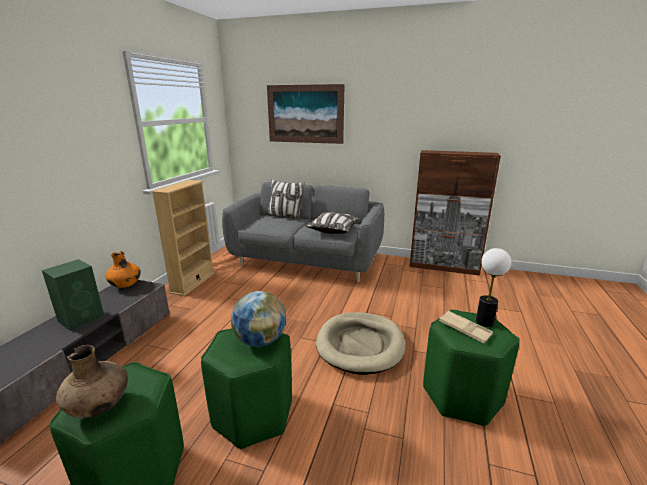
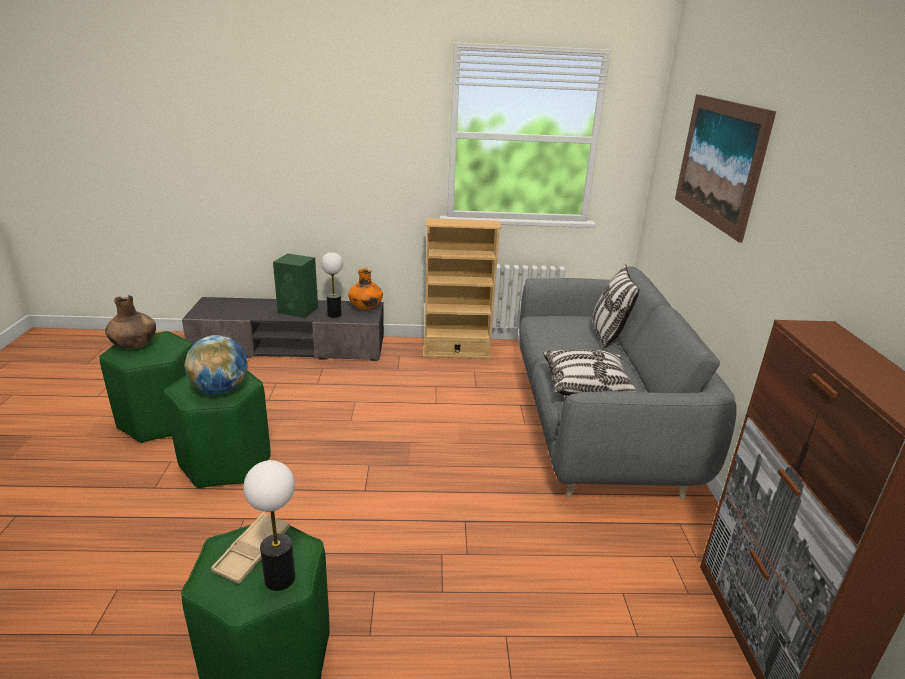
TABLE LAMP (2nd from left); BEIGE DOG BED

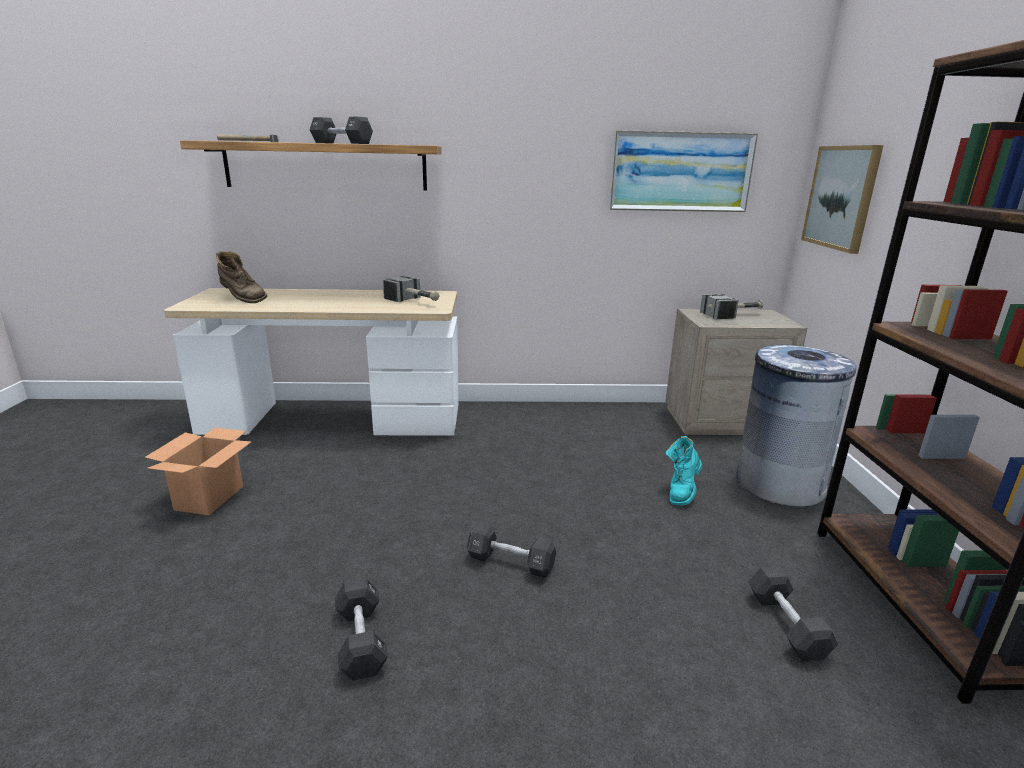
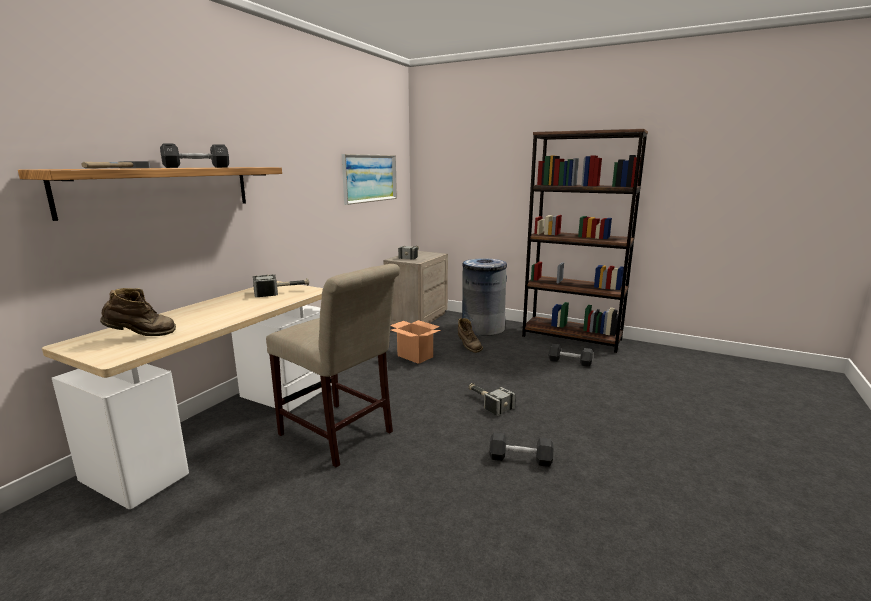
BEIGE CHAIR; CARDBOARD BOX; BROWN BOOT (2nd from left); HAMMER (4th from left); PICTURE (2nd from left in the first image)

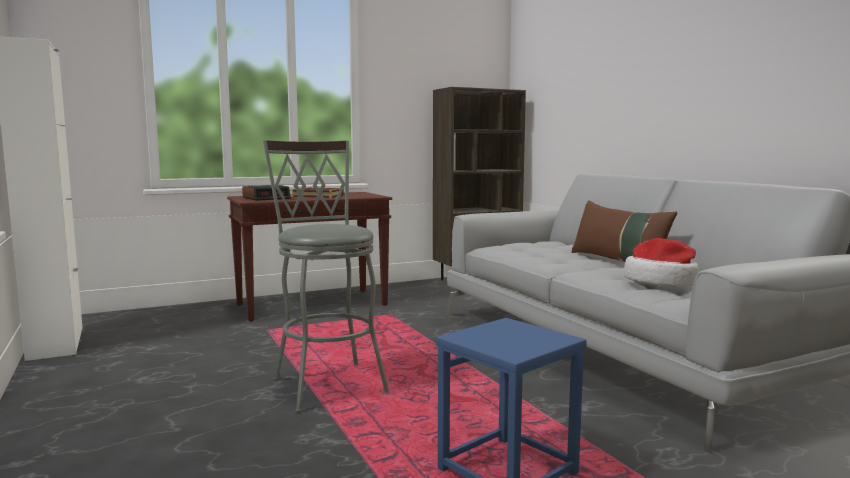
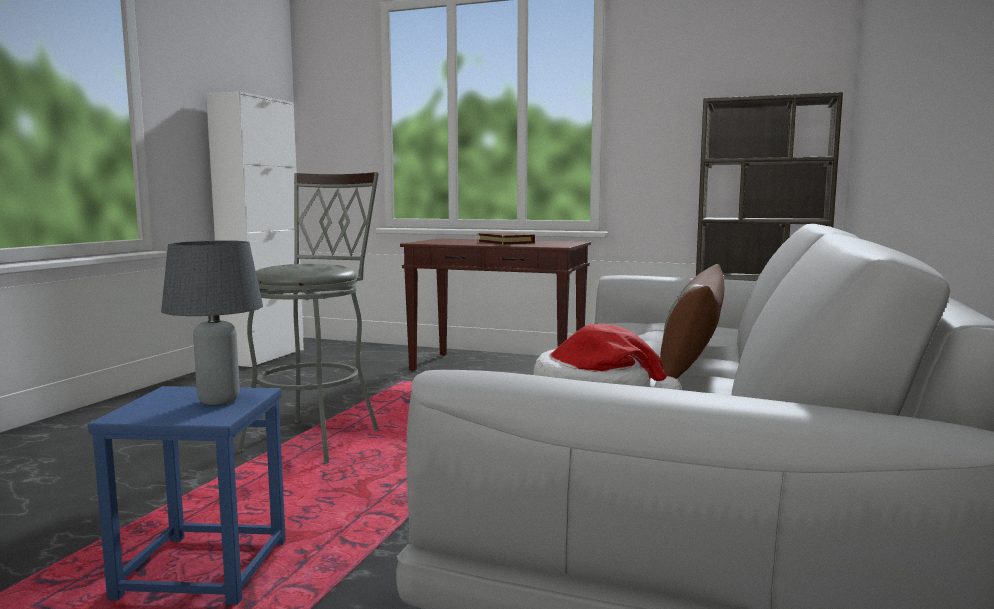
GREY TABLE LAMP; ALARM CLOCK

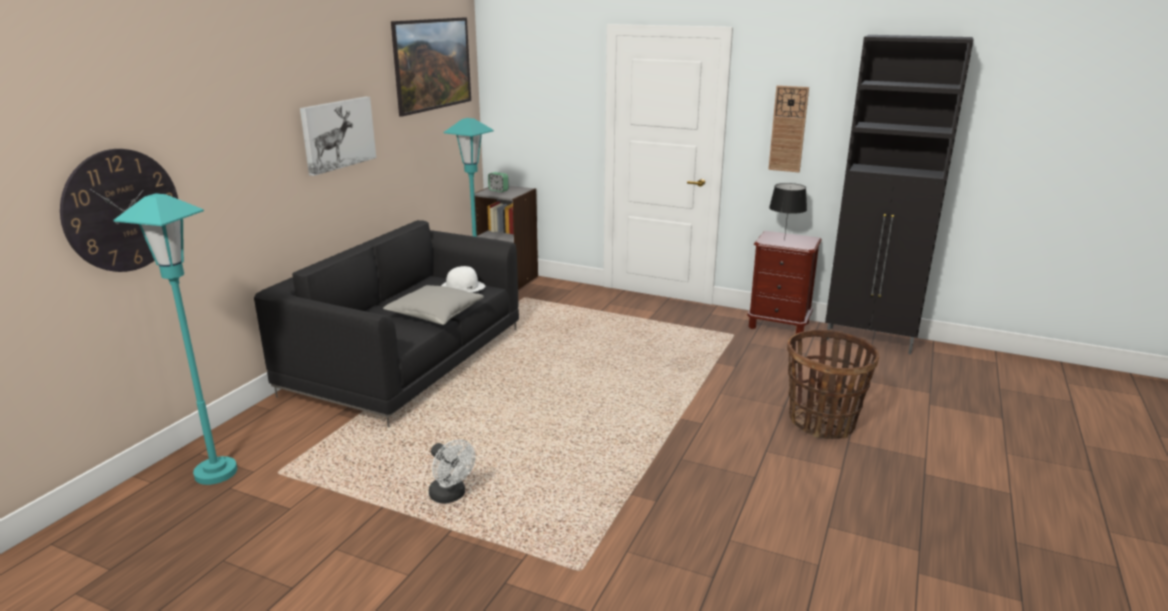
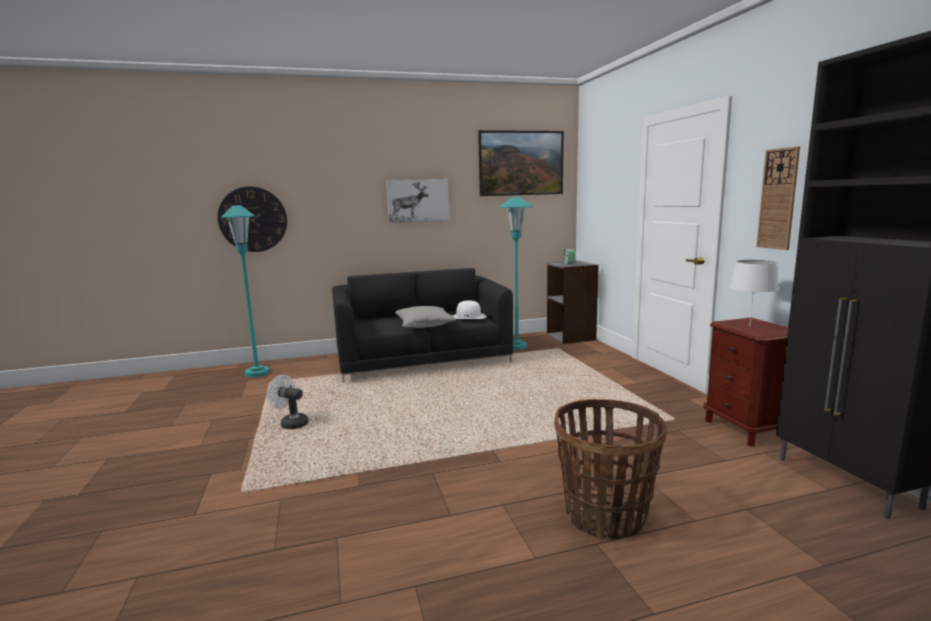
WHITE FAN; WHITE TABLE LAMP

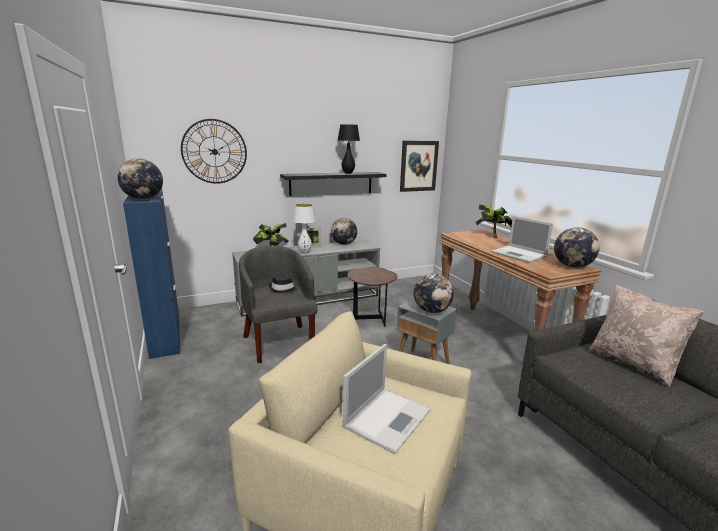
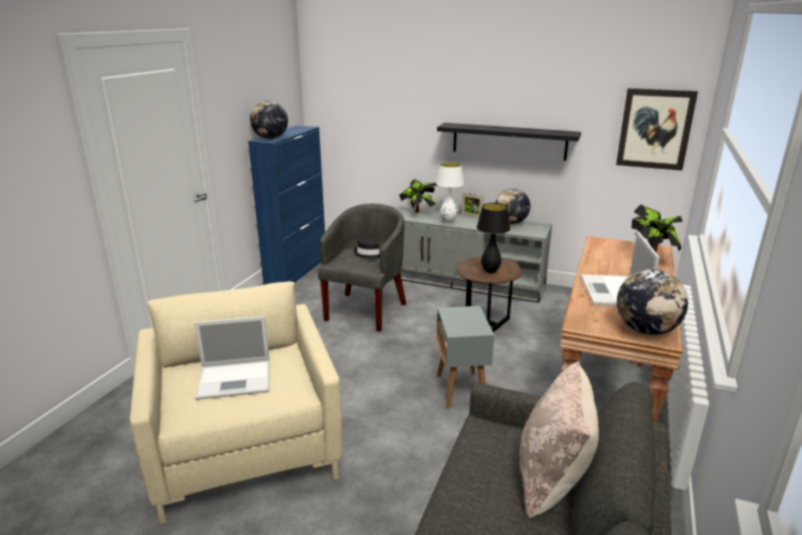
BLACK TABLE LAMP; WALL CLOCK; GLOBE (3rd from left in the first image)

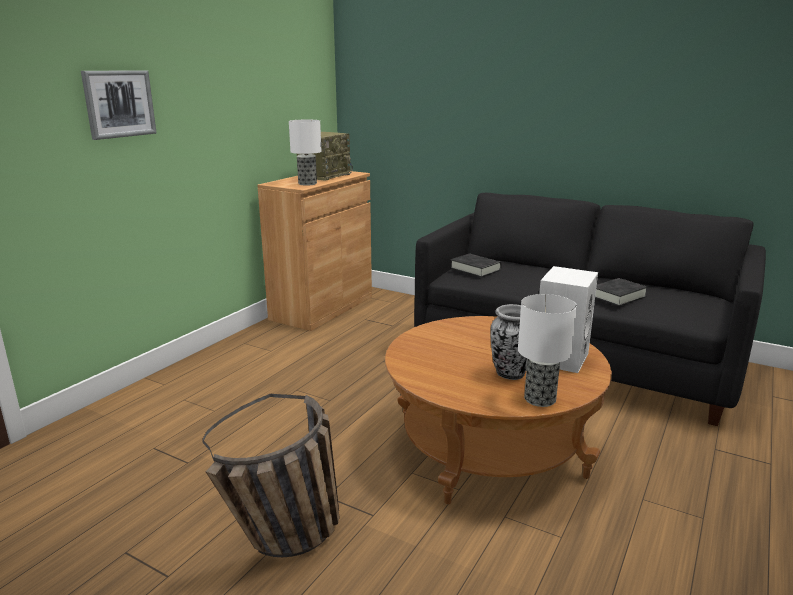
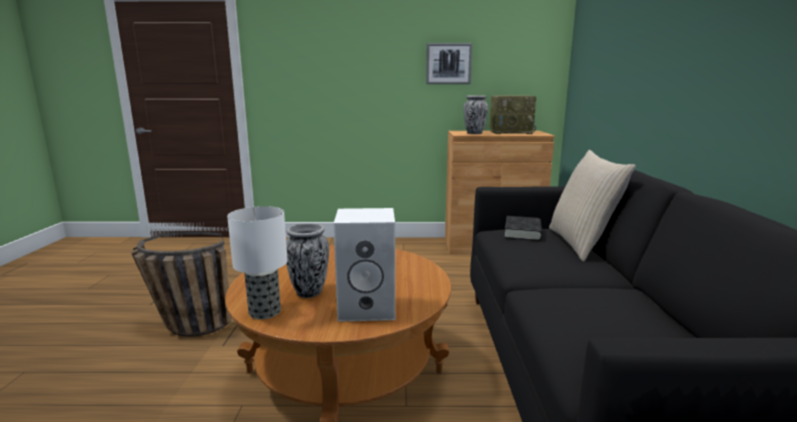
PICTURE; VASE (2nd from left); BEIGE PILLOW; BLACK BOOK (2nd from left in the first image)

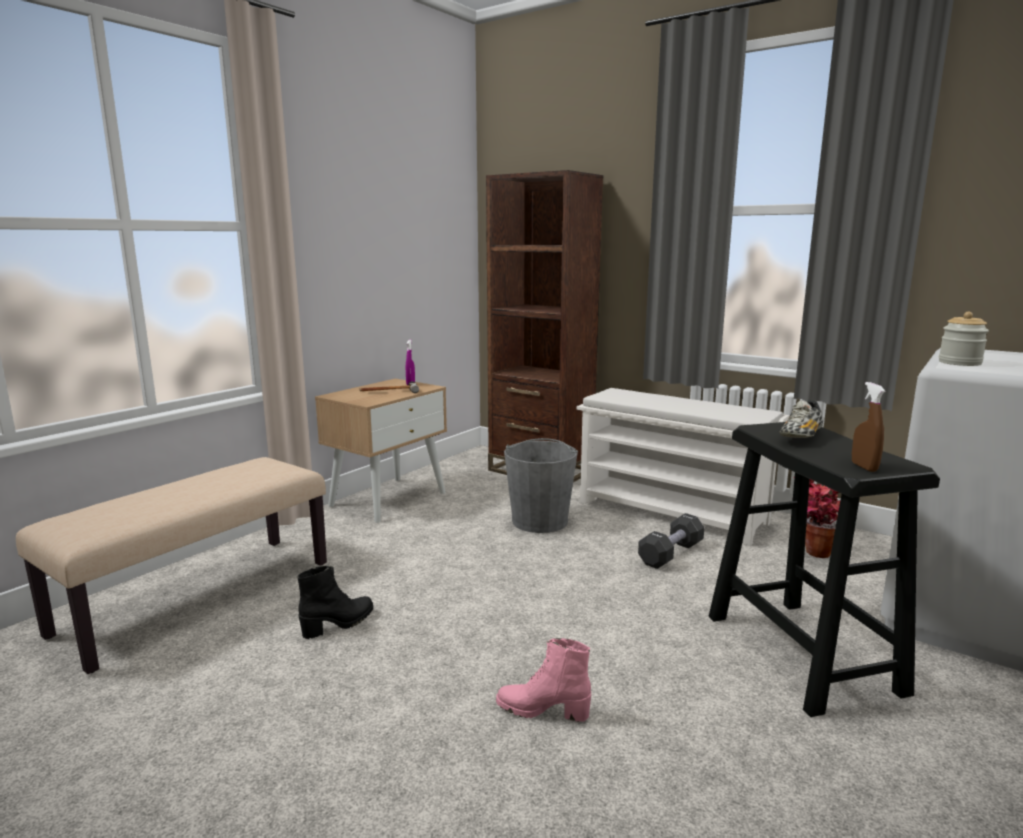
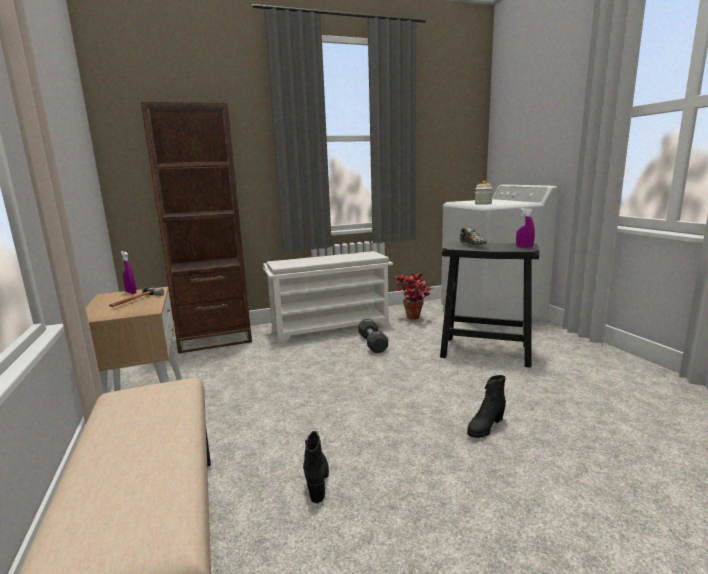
BLACK BOOT (2nd from left); PURPLE SPRAY BOTTLE (2nd from left); GREY BUCKET

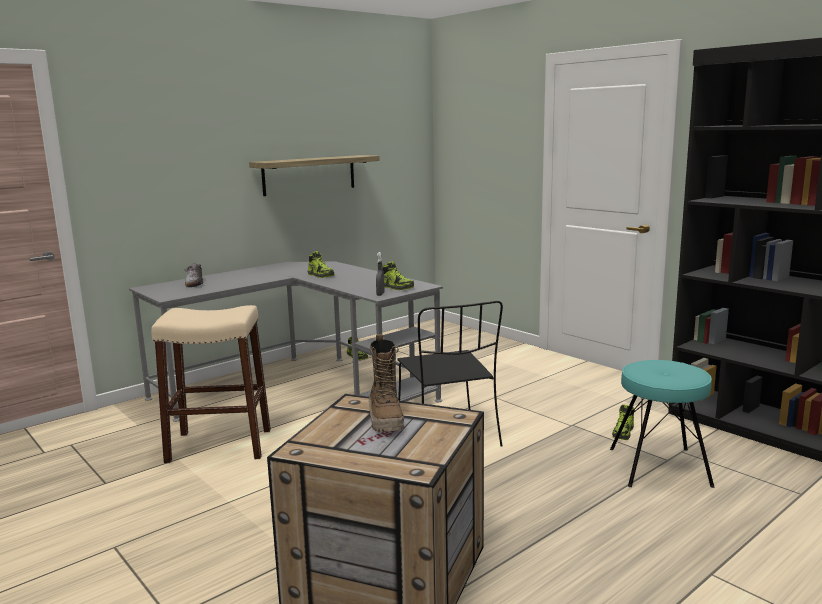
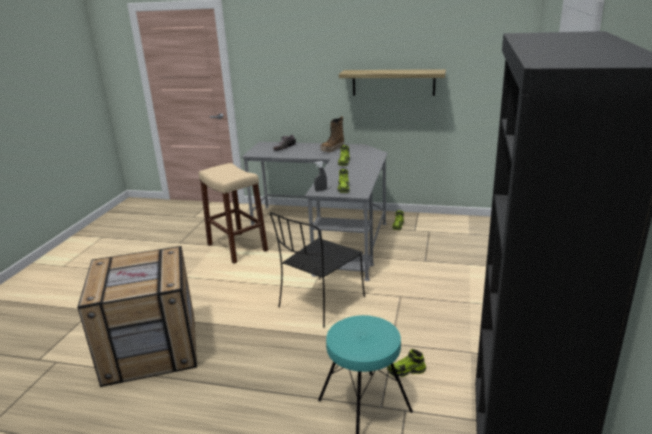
BOOT

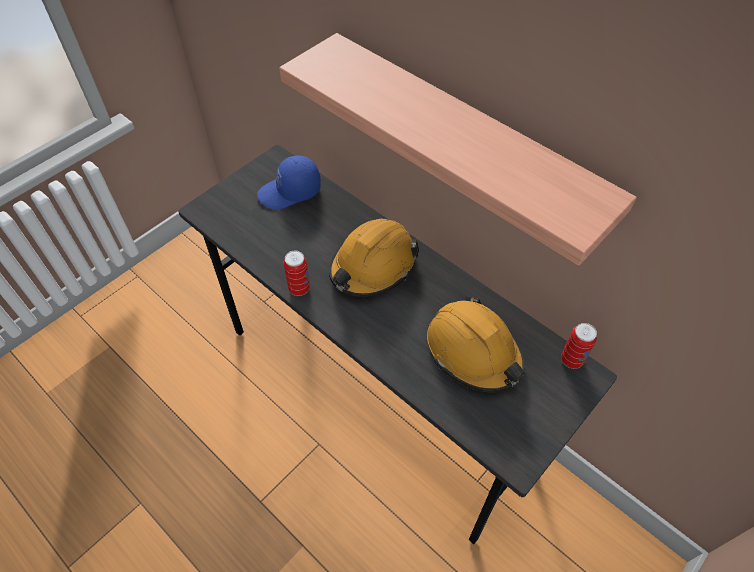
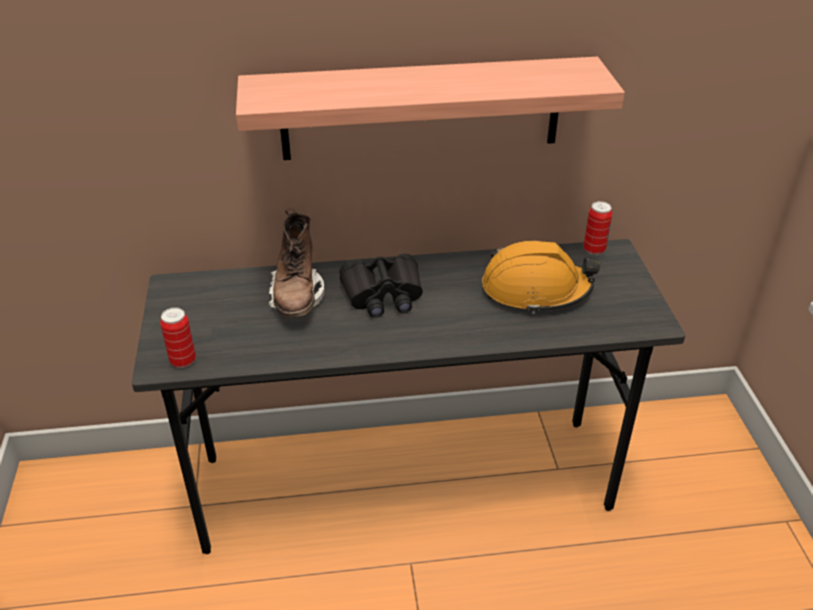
CAN (1st from left); BROWN BOOT; BLACK BINOCULARS; BLUE CAP

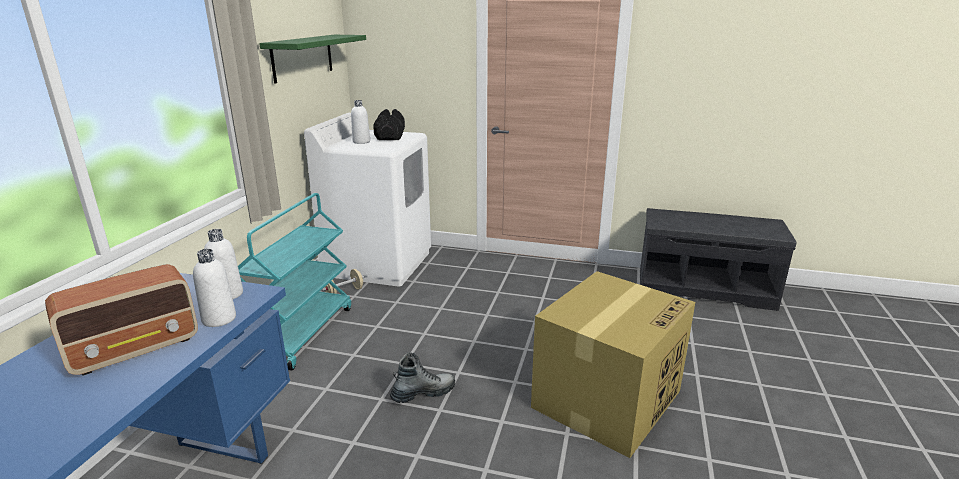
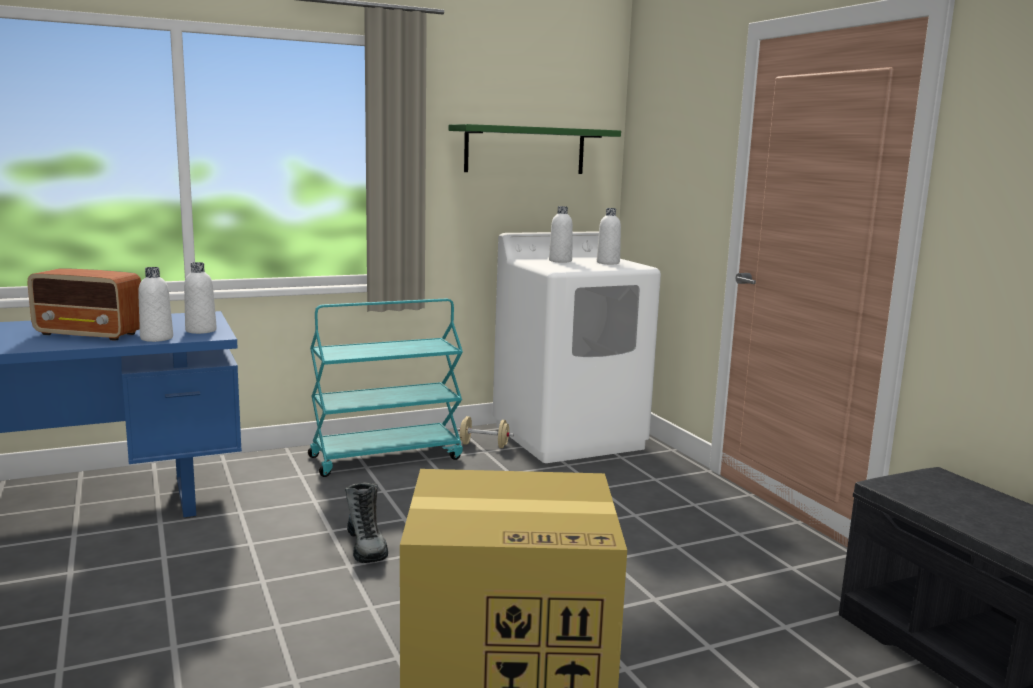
BOOT; WHITE BOTTLE (4th from left)

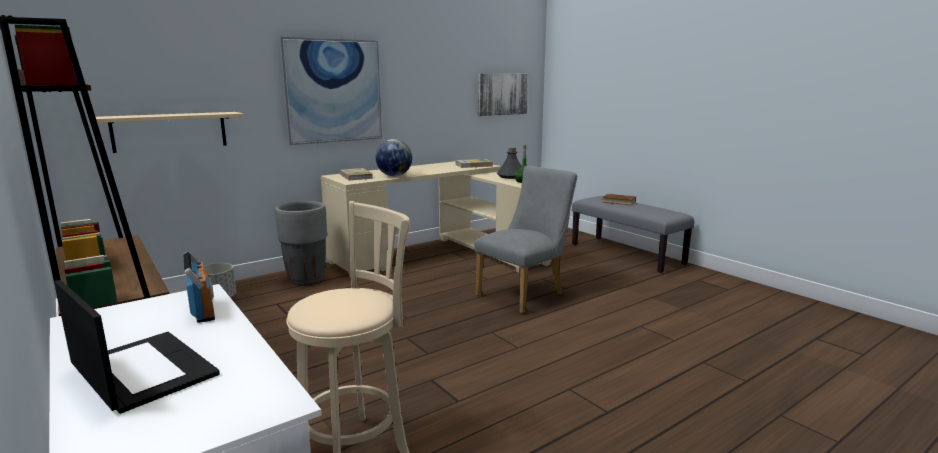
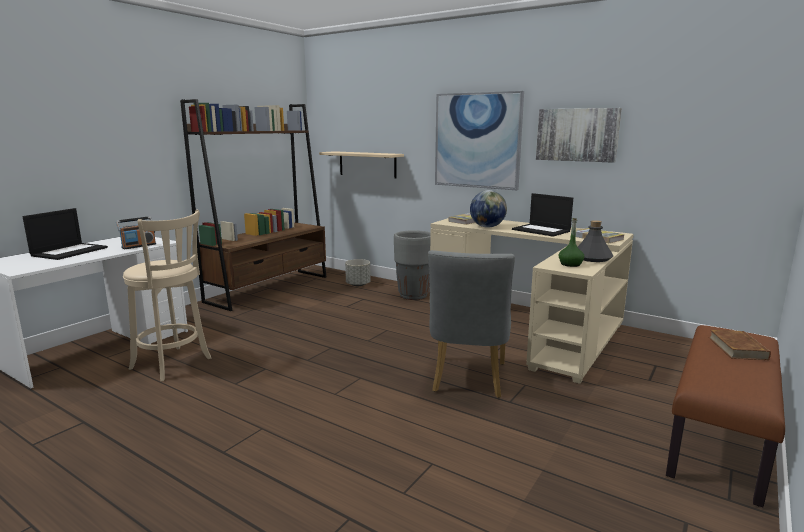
GREY CHAIR; LAPTOP (2nd from left); PICTURE (2nd from left); BROWN BENCH

